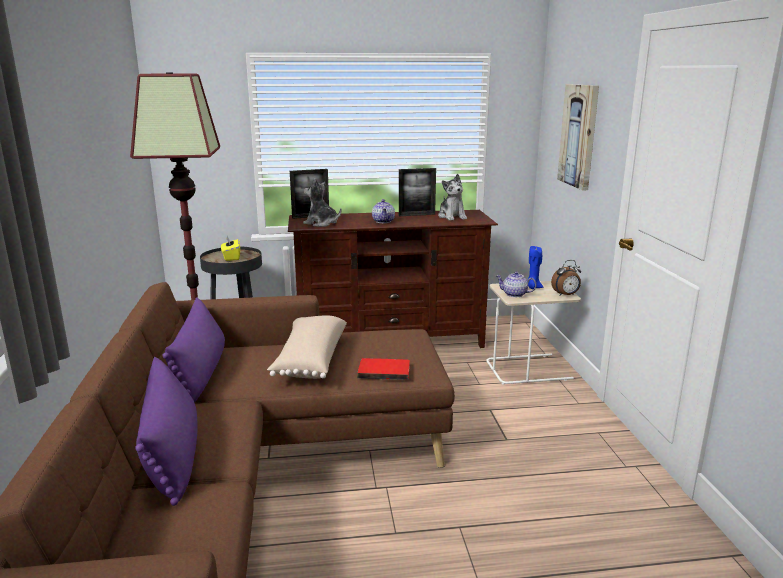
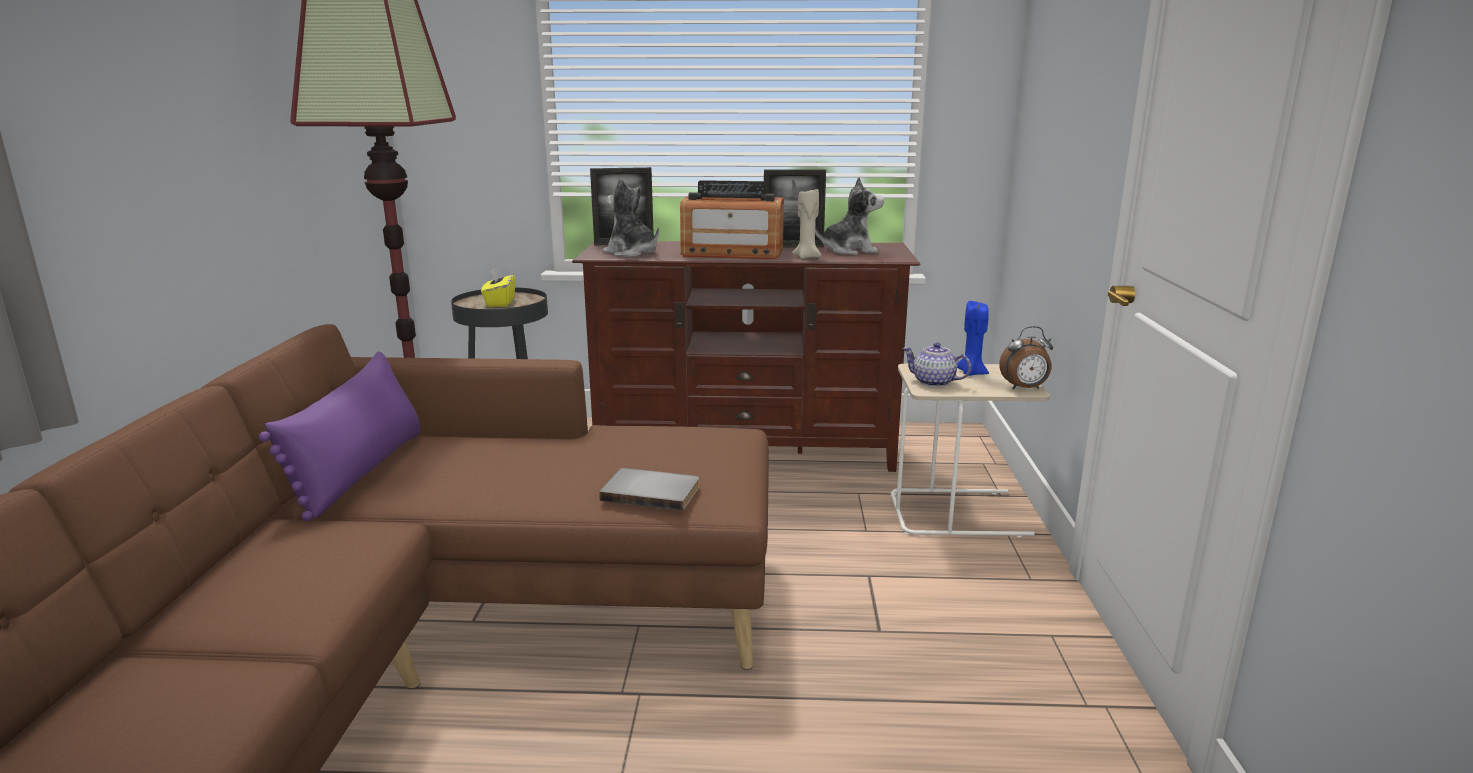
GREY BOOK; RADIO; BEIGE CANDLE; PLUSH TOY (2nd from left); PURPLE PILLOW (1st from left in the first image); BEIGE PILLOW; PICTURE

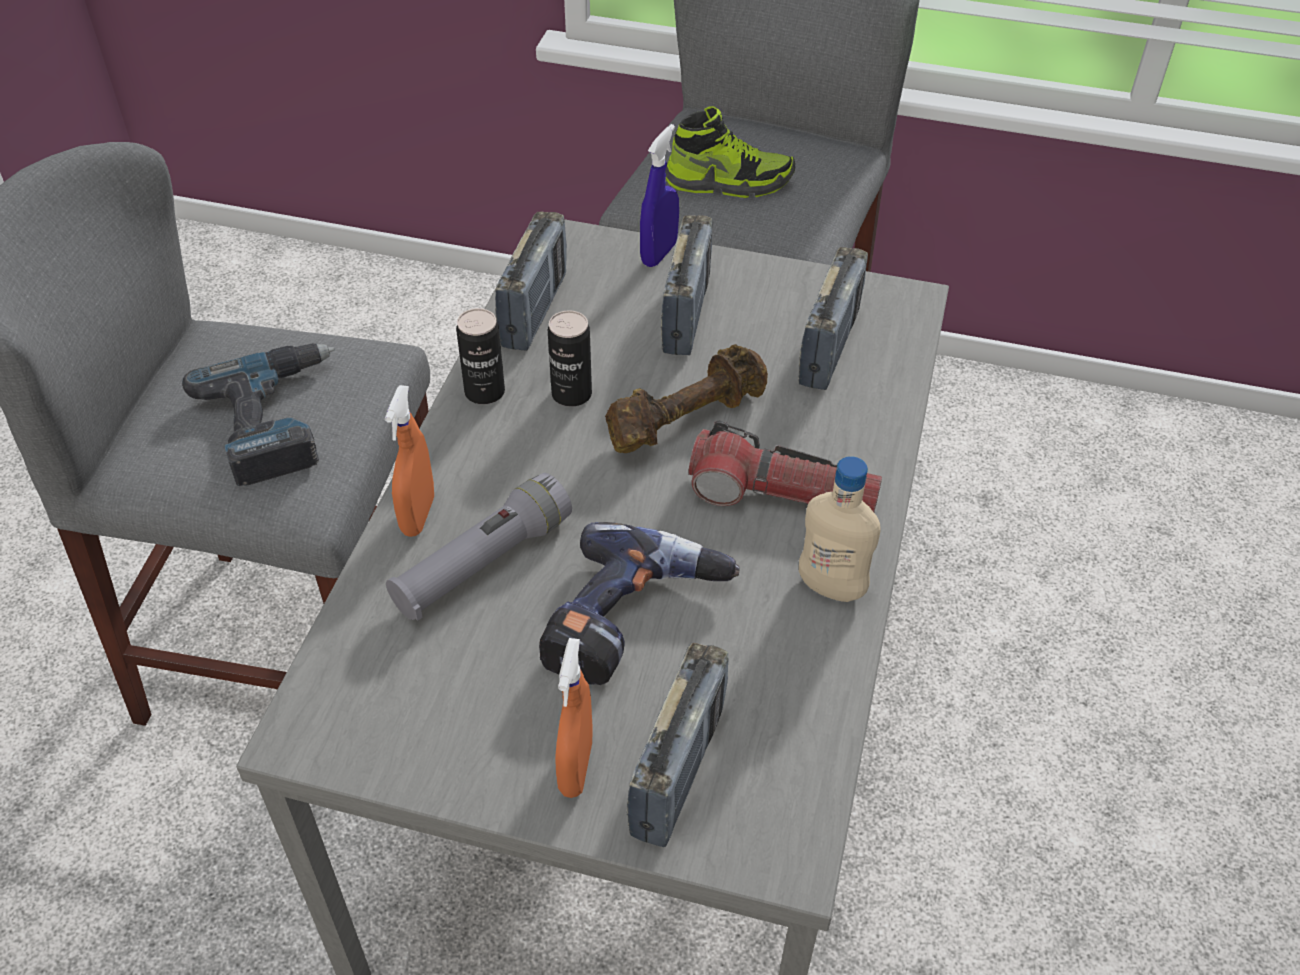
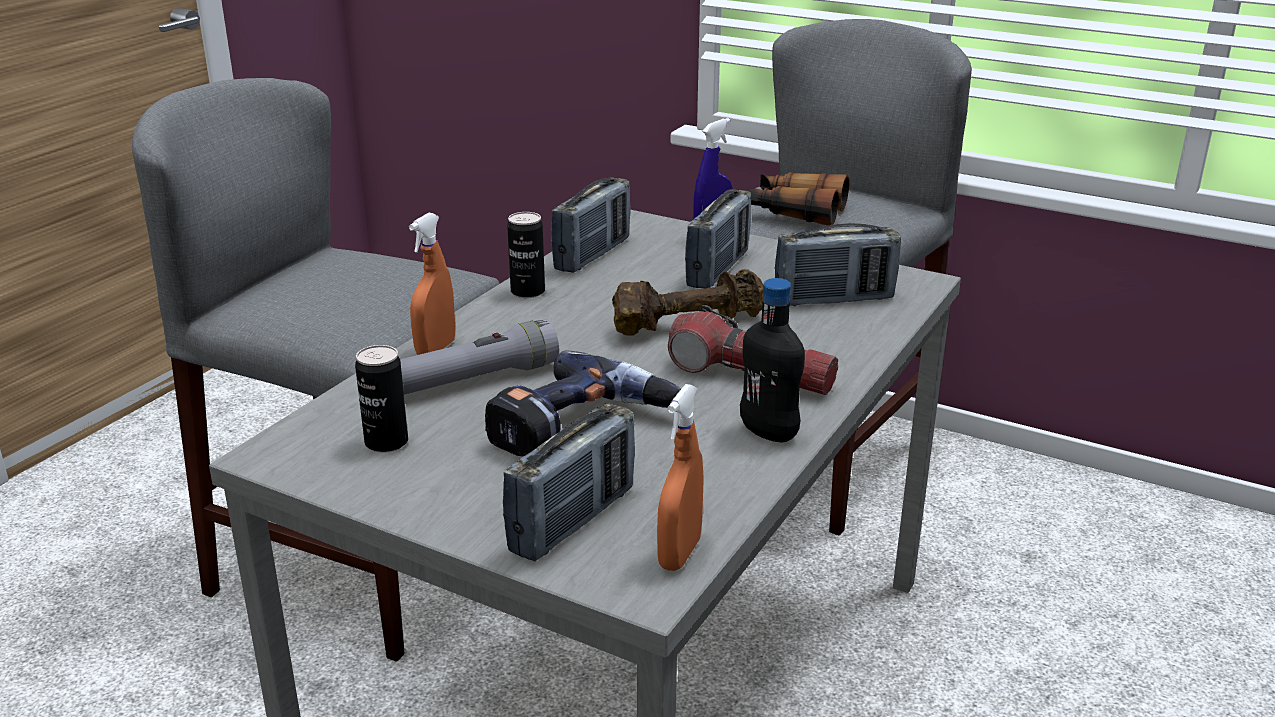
CAN (1st from left); ORANGE SPRAY BOTTLE (2nd from left); BLACK BOTTLE; BINOCULARS; RADIO (4th from left); POWER DRILL (1st from left in the first image)

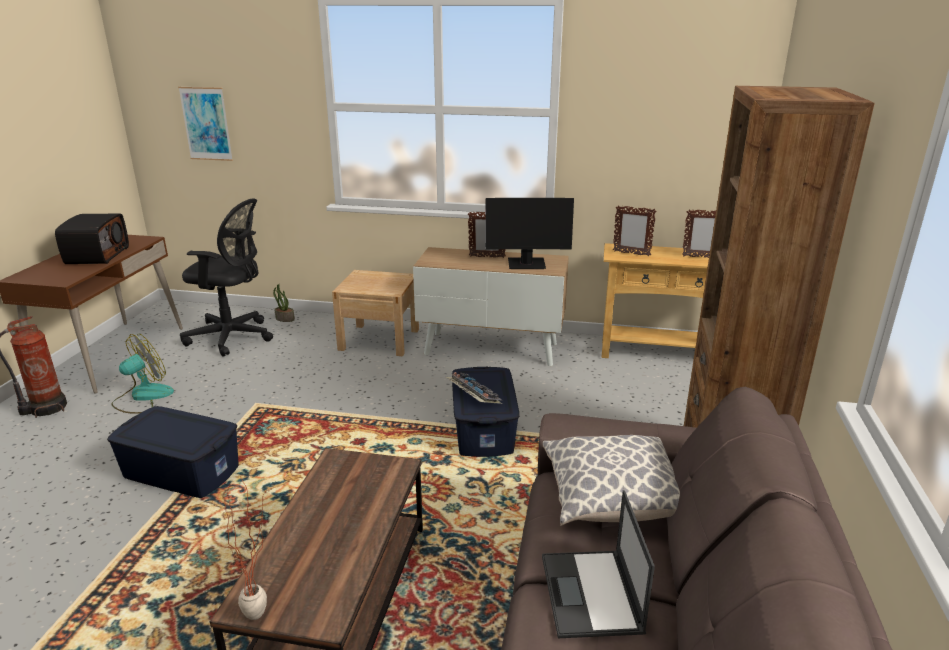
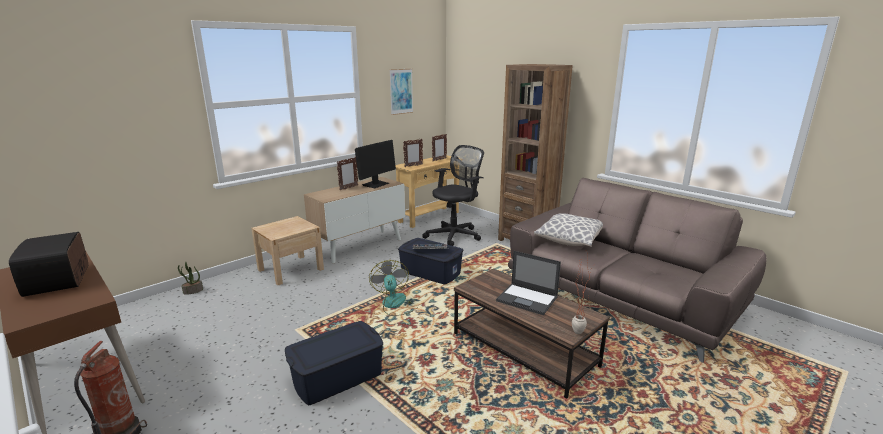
RADIO; FAN; PICTURE; BLACK OFFICE CHAIR; LAPTOP

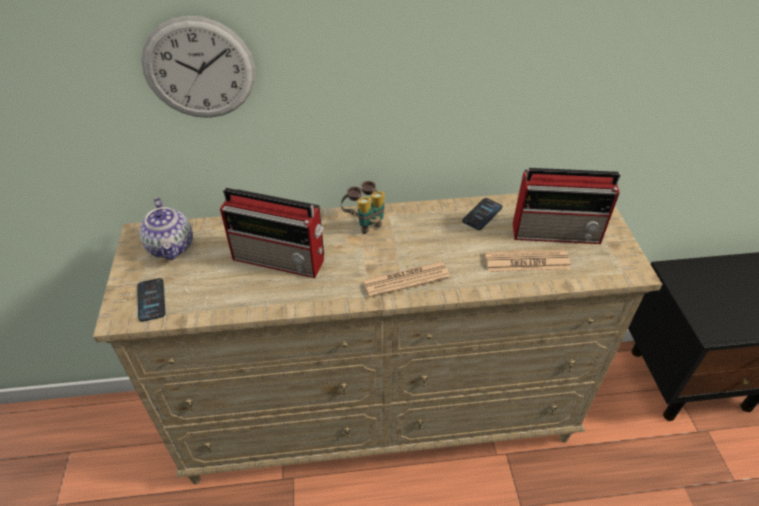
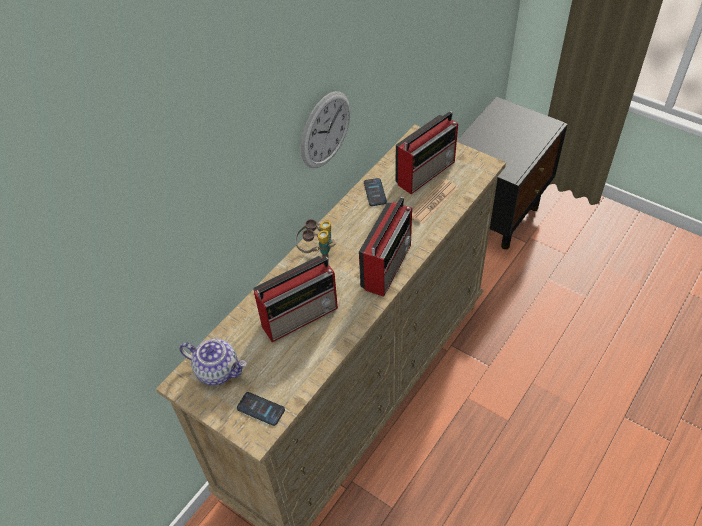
WALL CLOCK; RADIO (2nd from left)

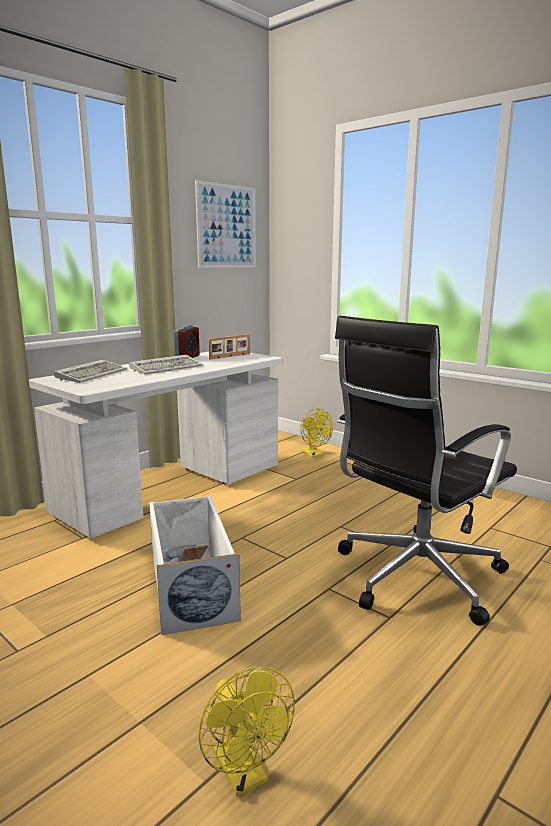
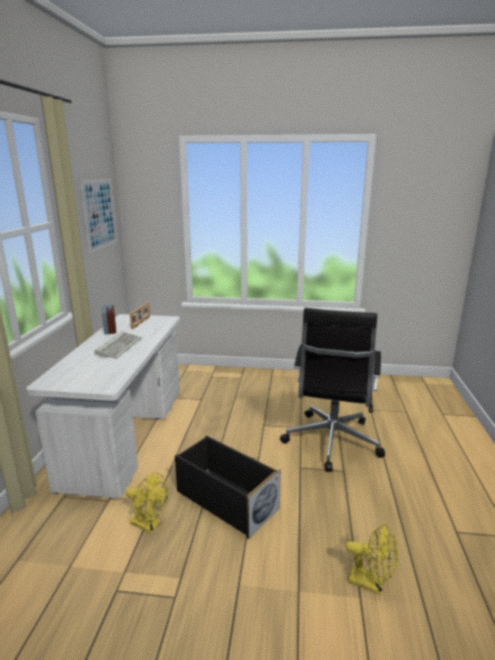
YELLOW FAN (1st from left); BLACK STORAGE BOX; KEYBOARD (1st from left in the first image)

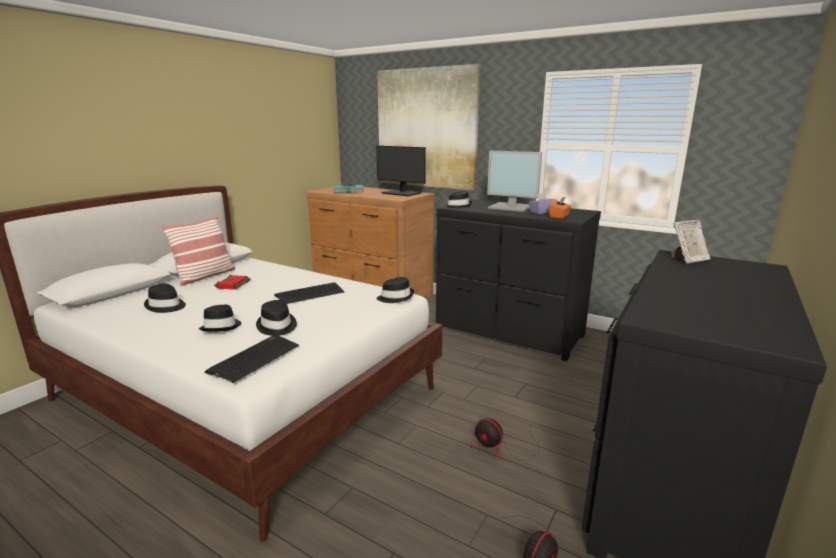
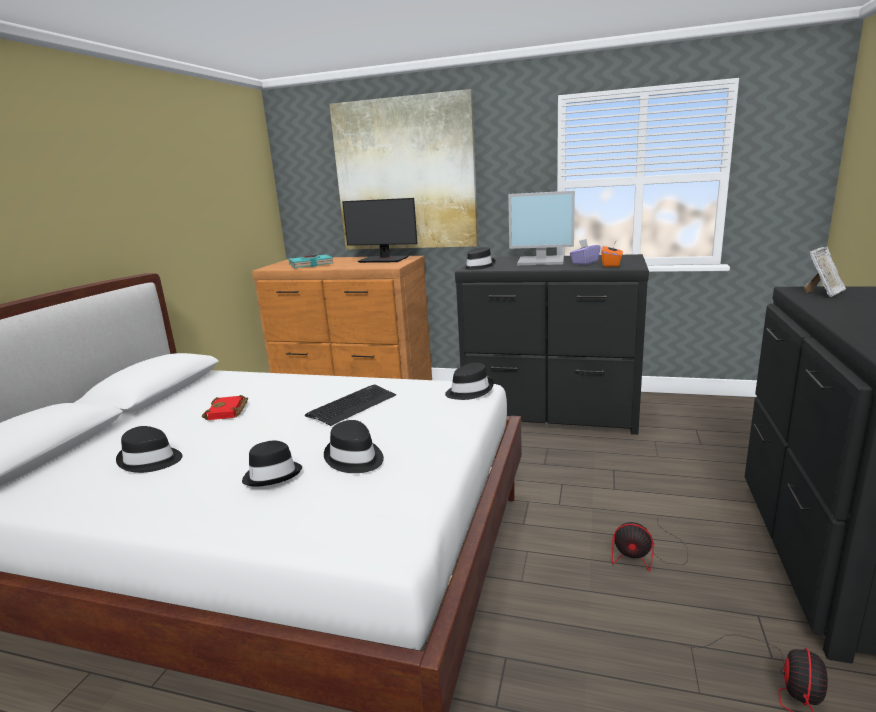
PILLOW; KEYBOARD (1st from left in the first image)

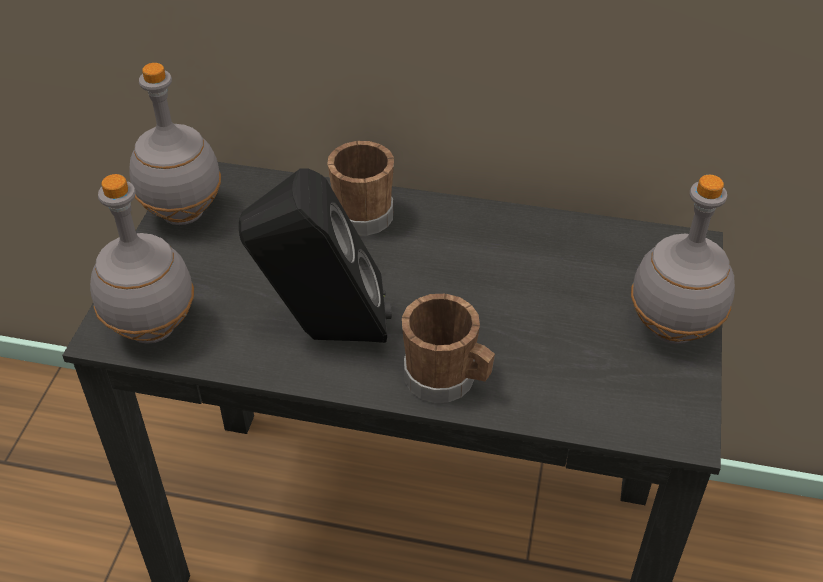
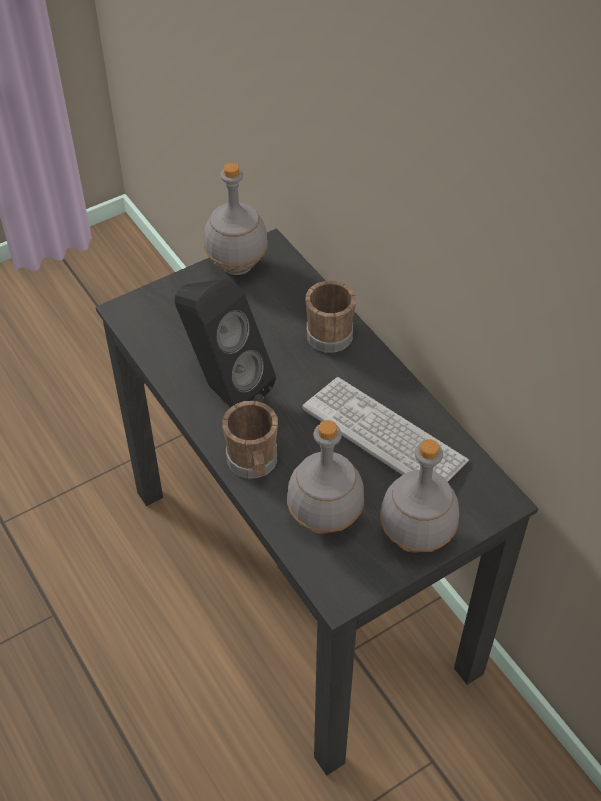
GREY BOTTLE (2nd from left); KEYBOARD

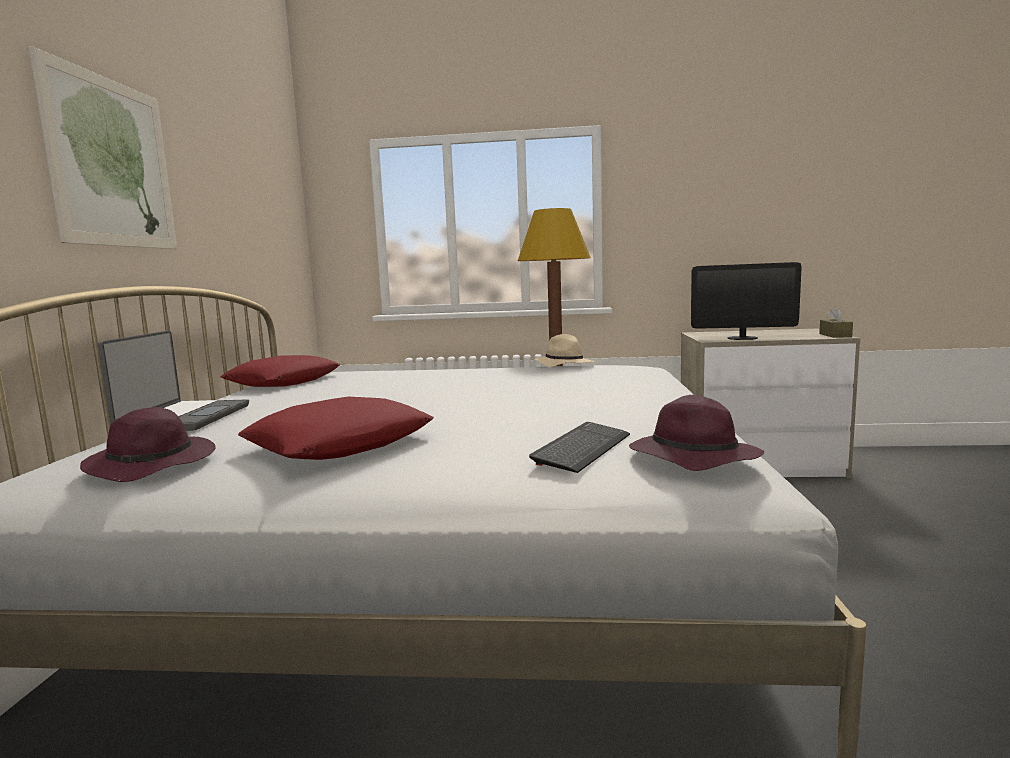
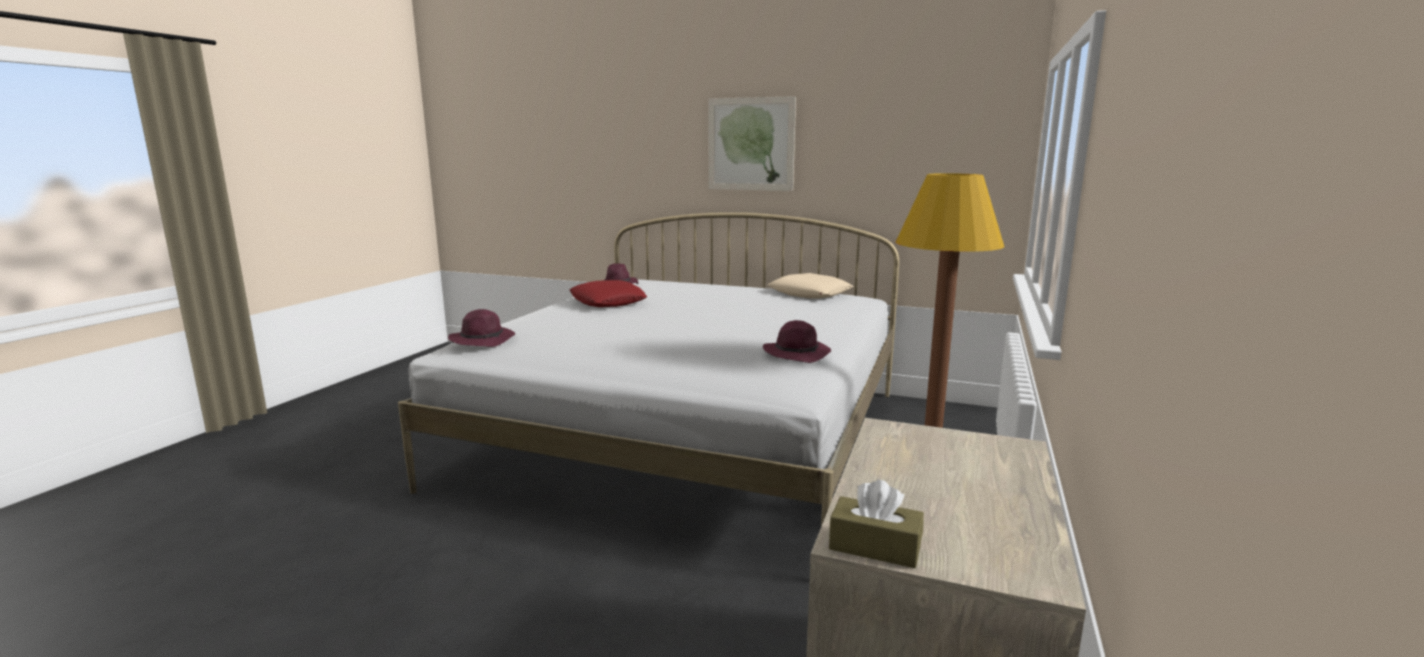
PURPLE HAT (3rd from left); BEIGE PILLOW; LAPTOP; KEYBOARD; MONITOR

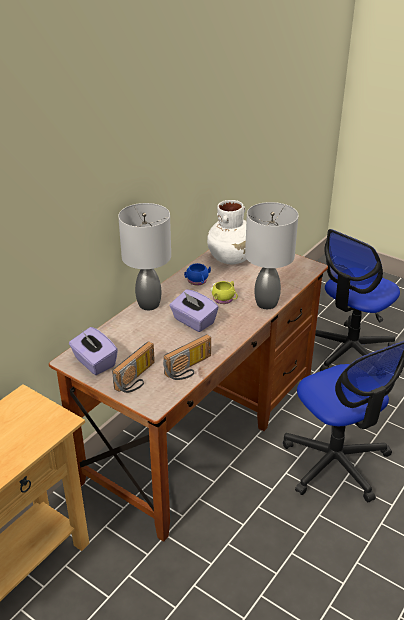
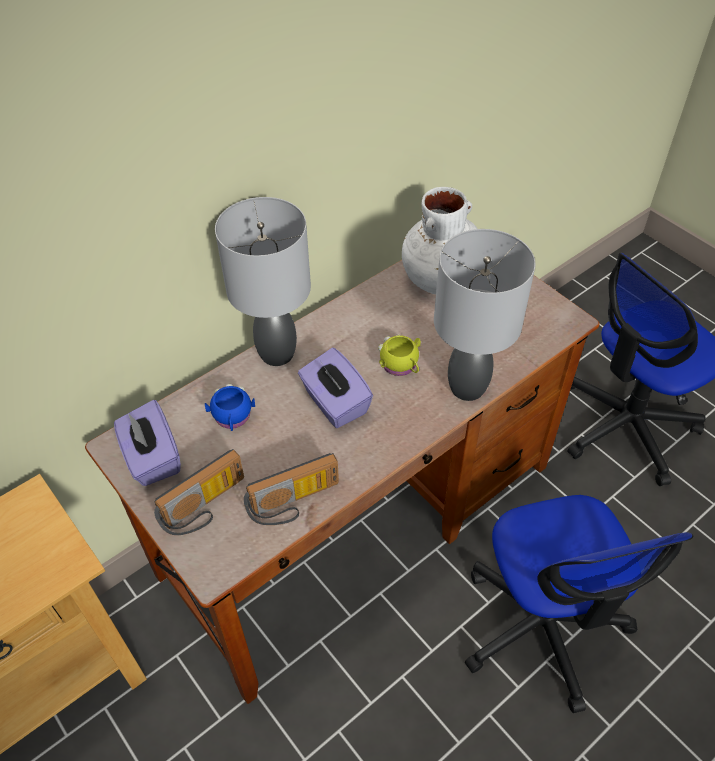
BLUE MUG

